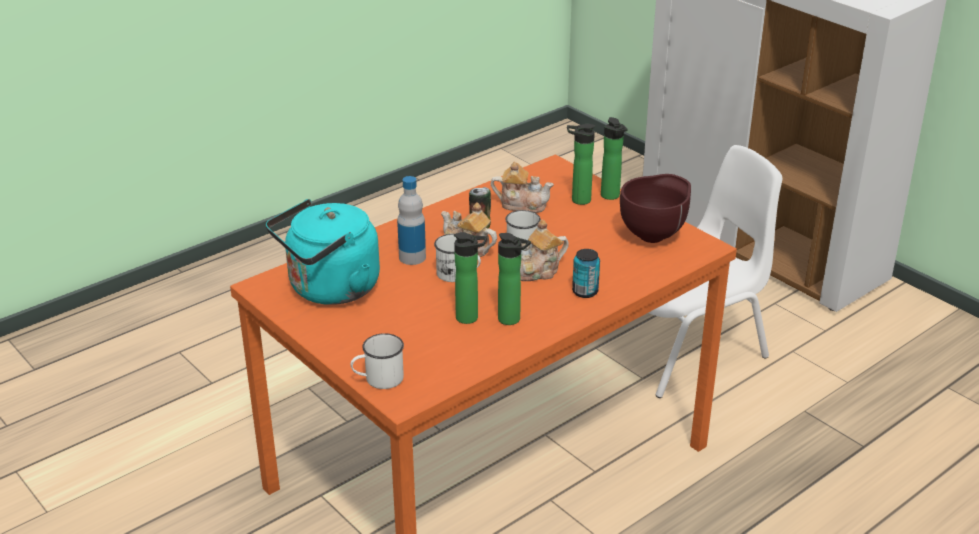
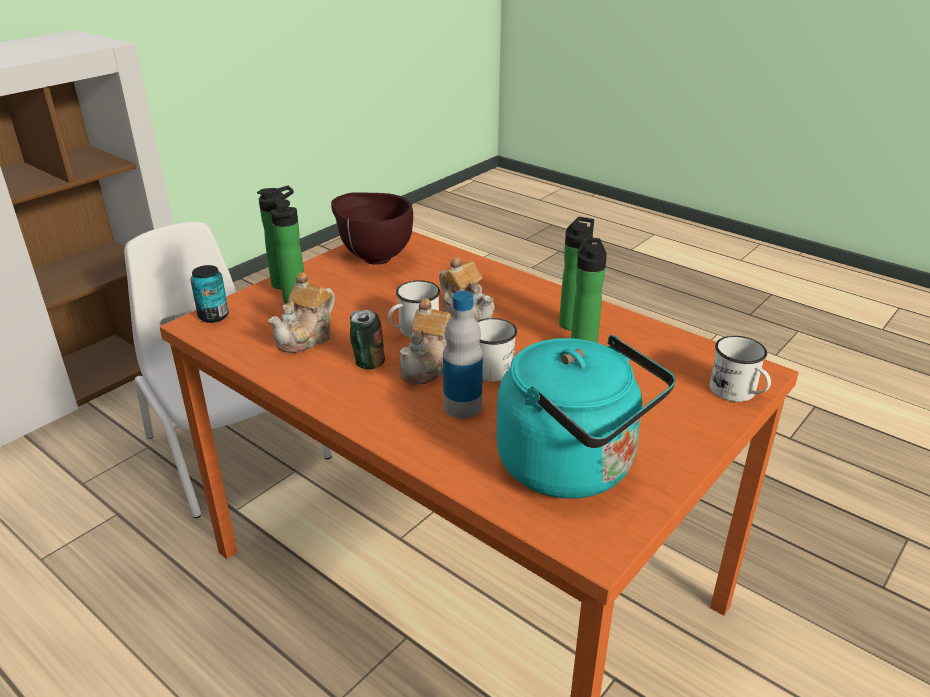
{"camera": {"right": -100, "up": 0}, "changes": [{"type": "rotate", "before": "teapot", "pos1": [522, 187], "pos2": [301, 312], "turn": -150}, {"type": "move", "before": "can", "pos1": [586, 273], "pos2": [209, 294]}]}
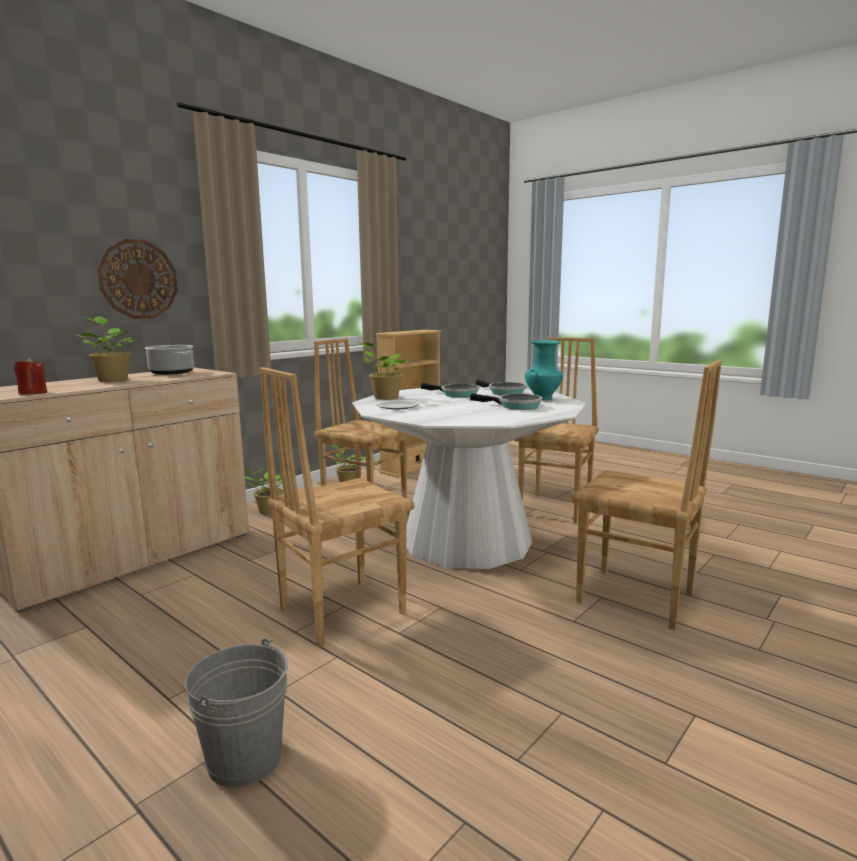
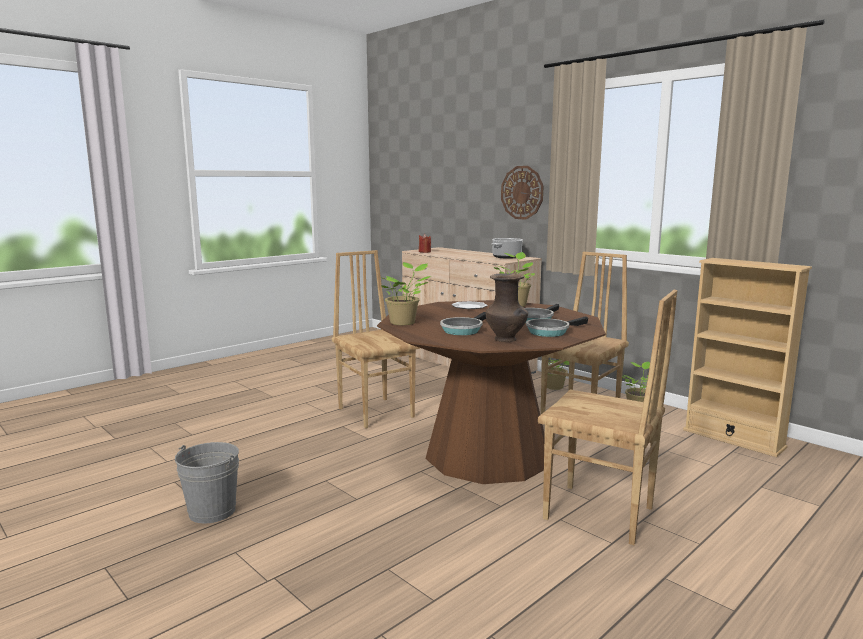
{"camera": {"right": 95, "up": 0}, "changes": [{"type": "move", "before": "potted plant", "pos1": [106, 349], "pos2": [405, 293]}, {"type": "recolor", "before": "turquoise vase", "after": "brown vase", "pos1": [544, 370], "pos2": [507, 307]}, {"type": "delete", "before": "brown chair", "pos1": [646, 495]}, {"type": "recolor", "before": "white dining table", "after": "brown dining table", "pos1": [469, 478], "pos2": [491, 392]}, {"type": "move", "before": "grey bucket", "pos1": [236, 712], "pos2": [207, 482]}]}
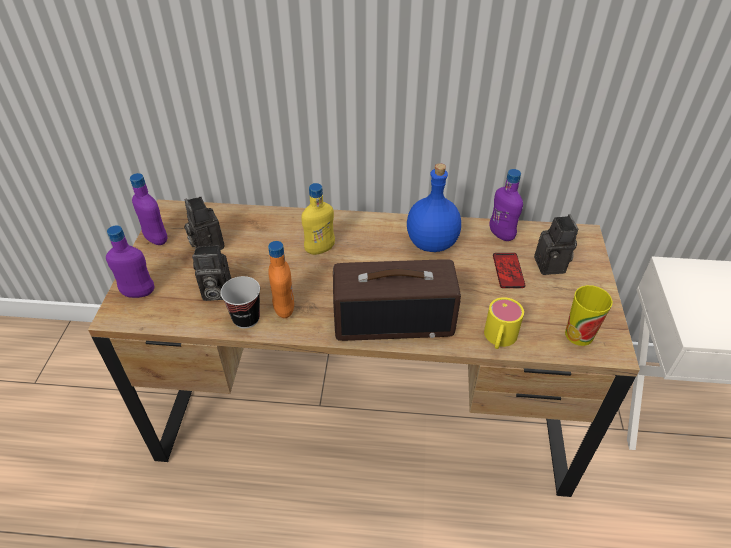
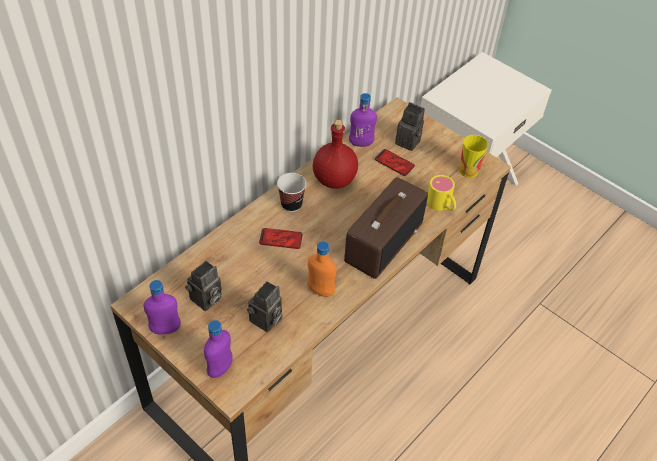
{"camera": {"right": -55, "up": 5}, "changes": [{"type": "recolor", "before": "blue bottle", "after": "red bottle", "pos1": [434, 207], "pos2": [335, 154]}, {"type": "replace", "before": "yellow bottle", "after": "phone", "pos1": [318, 219], "pos2": [281, 238]}, {"type": "rotate", "before": "photo camera", "pos1": [204, 223], "pos2": [203, 286], "turn": -60}, {"type": "move", "before": "cup", "pos1": [240, 302], "pos2": [291, 192]}]}
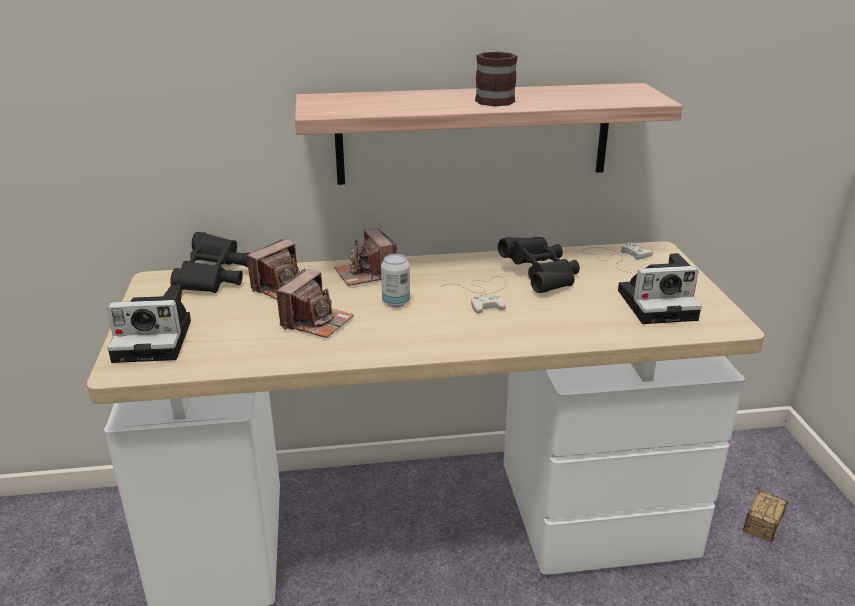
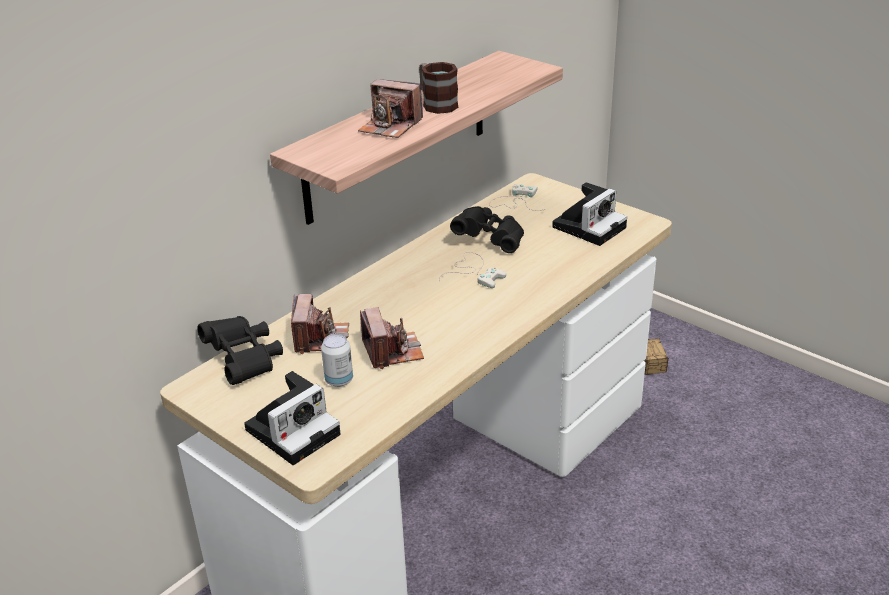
{"camera": {"right": -40, "up": 5}, "changes": [{"type": "move", "before": "photo camera", "pos1": [365, 257], "pos2": [390, 108]}, {"type": "move", "before": "can", "pos1": [395, 280], "pos2": [337, 360]}]}
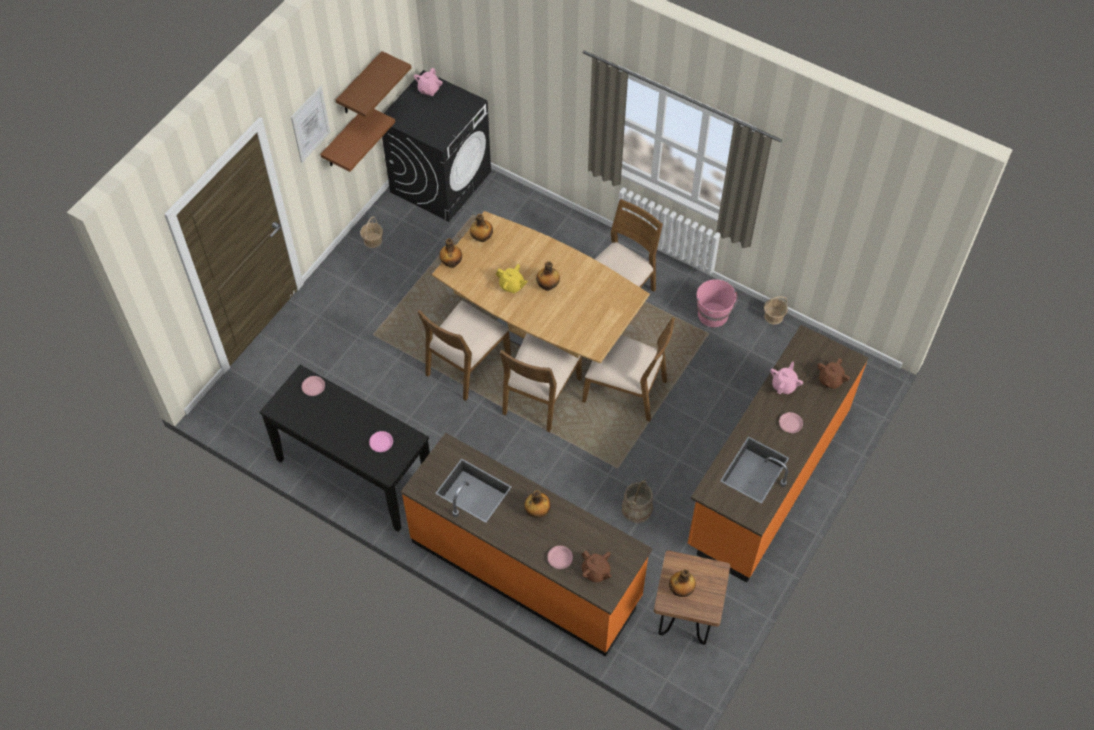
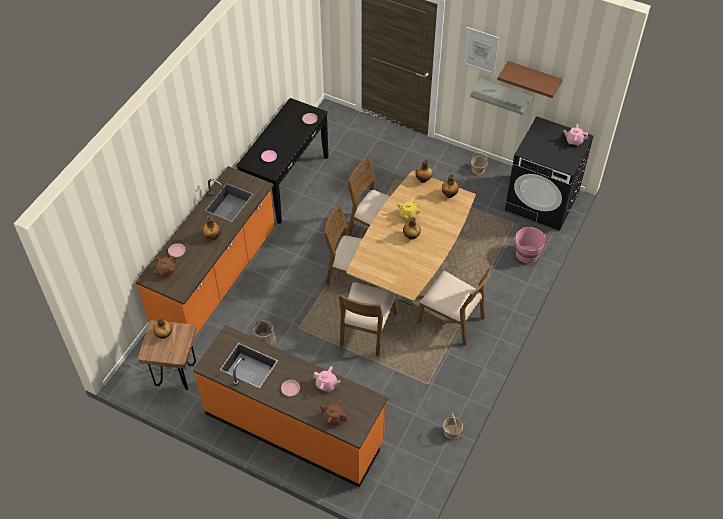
{"camera": {"right": 85, "up": -5}, "changes": [{"type": "recolor", "before": "brown shelf", "after": "grey shelf", "pos1": [357, 140], "pos2": [501, 97]}, {"type": "move", "before": "pink bucket", "pos1": [717, 303], "pos2": [530, 245]}]}
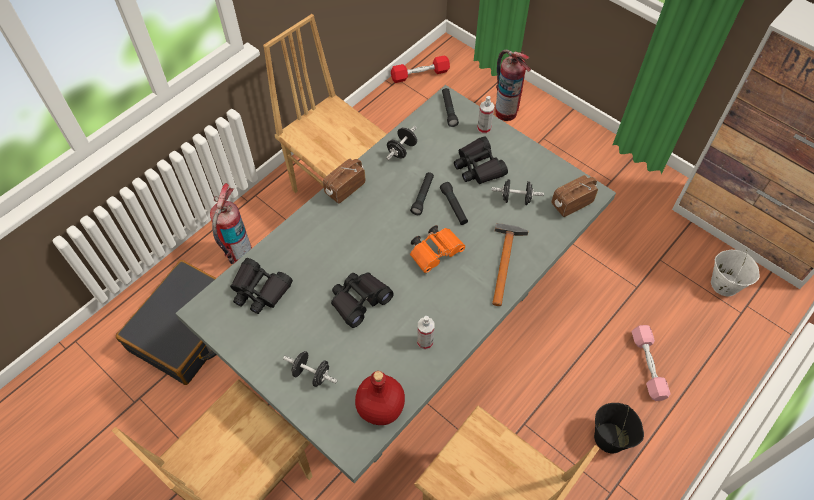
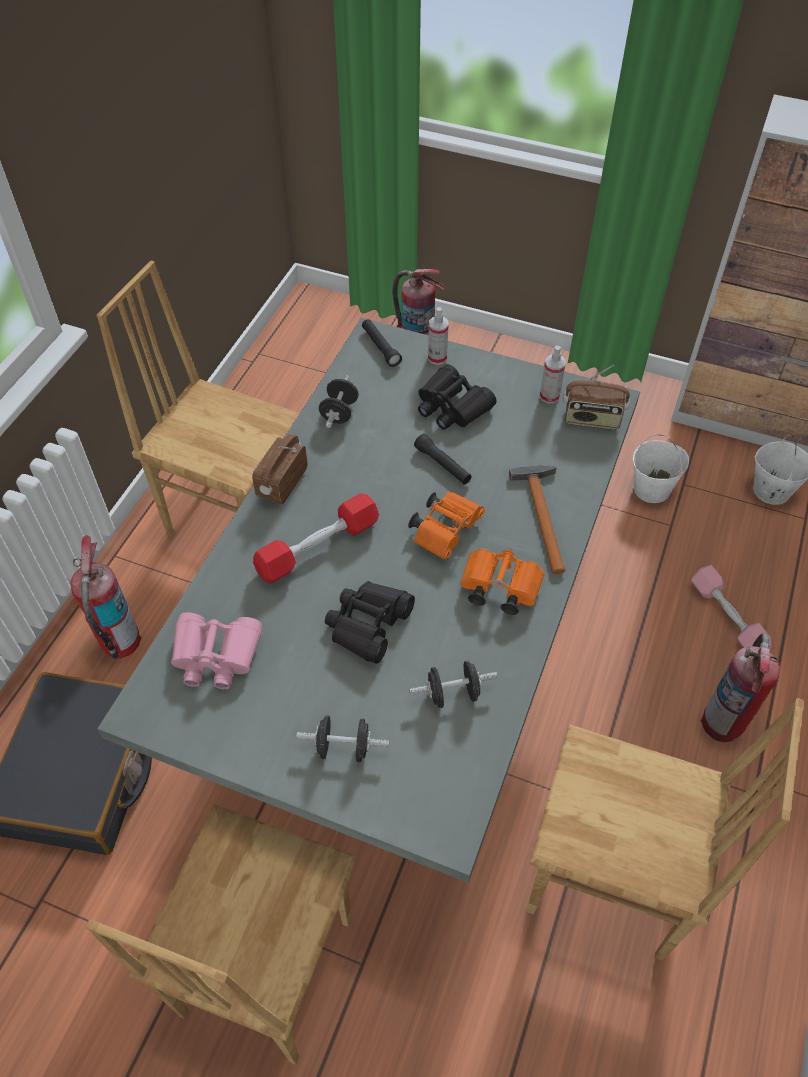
{"camera": {"right": -20, "up": -5}, "changes": [{"type": "move", "before": "red dumbbell", "pos1": [420, 69], "pos2": [316, 538]}, {"type": "delete", "before": "black flashlight", "pos1": [422, 193]}, {"type": "rotate", "before": "radio", "pos1": [574, 196], "pos2": [596, 397], "turn": -120}, {"type": "move", "before": "black dumbbell", "pos1": [517, 192], "pos2": [453, 684]}, {"type": "recolor", "before": "black binoculars", "after": "pink binoculars", "pos1": [261, 286], "pos2": [216, 650]}, {"type": "move", "before": "spray bottle", "pos1": [426, 333], "pos2": [552, 374]}, {"type": "delete", "before": "red bottle", "pos1": [380, 398]}, {"type": "replace", "before": "black bucket", "after": "fire extinguisher", "pos1": [619, 428], "pos2": [740, 687]}, {"type": "insert", "after": "white bucket", "pos2": [661, 469]}, {"type": "insert", "after": "orange binoculars", "pos2": [502, 581]}]}
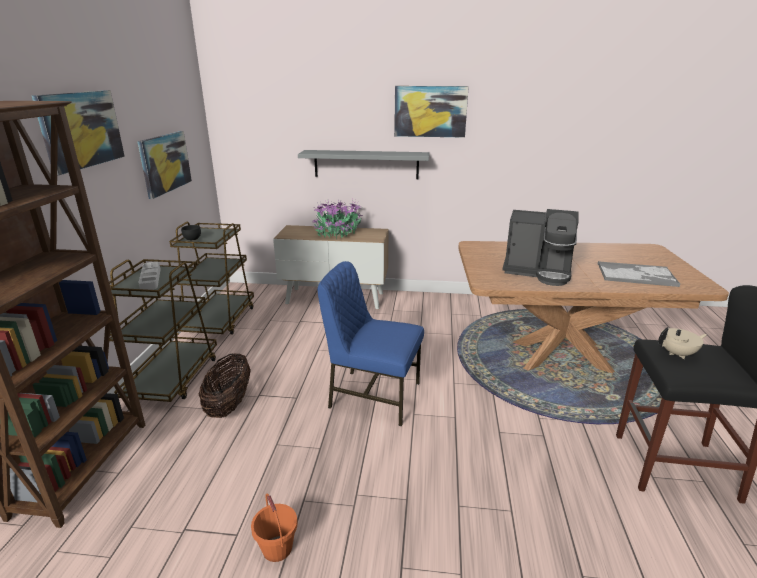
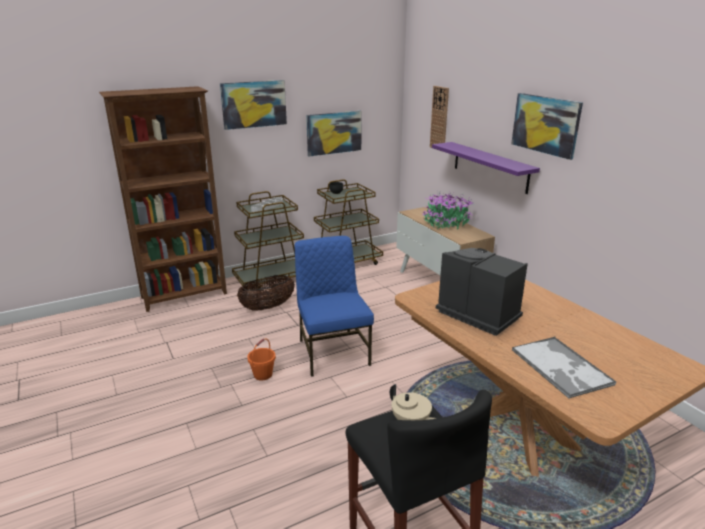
{"camera": {"right": 55, "up": 0}, "changes": [{"type": "recolor", "before": "grey shelf", "after": "purple shelf", "pos1": [364, 164], "pos2": [486, 168]}, {"type": "rotate", "before": "coffee machine", "pos1": [540, 247], "pos2": [482, 292], "turn": 150}, {"type": "move", "before": "orange bucket", "pos1": [274, 527], "pos2": [261, 359]}, {"type": "insert", "after": "wall clock", "pos2": [439, 119]}]}
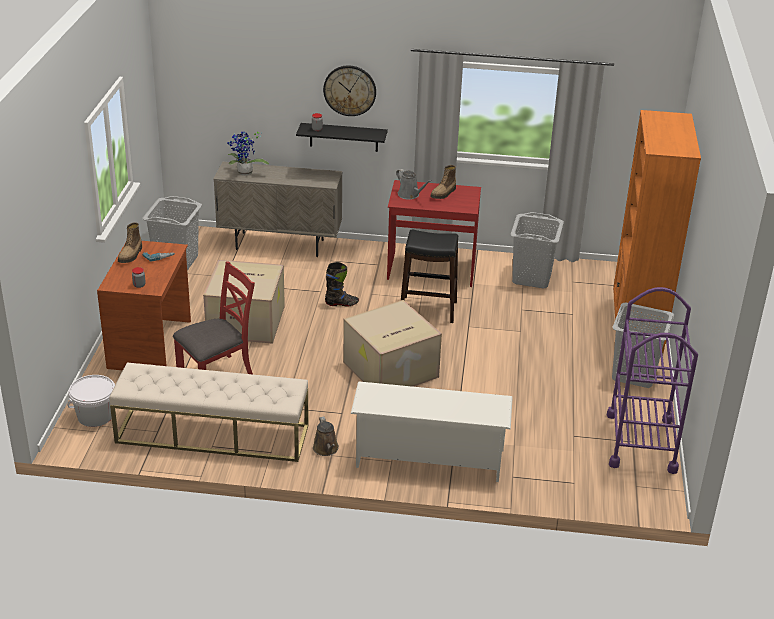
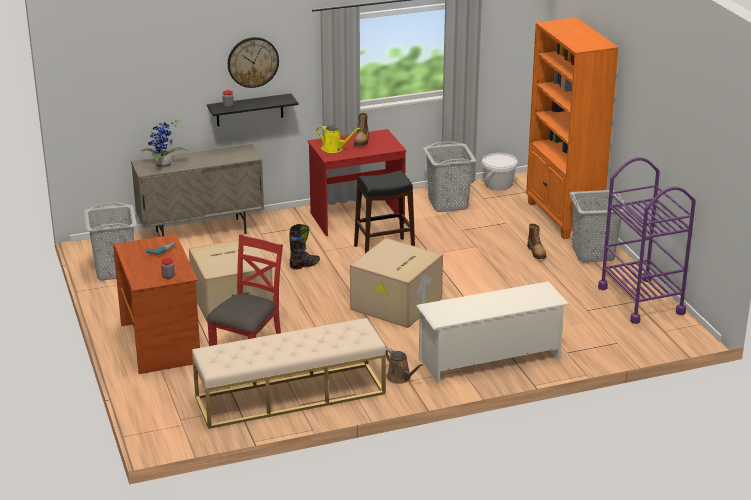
{"camera": {"right": -25, "up": -5}, "changes": [{"type": "recolor", "before": "grey watering can", "after": "yellow watering can", "pos1": [414, 184], "pos2": [338, 139]}, {"type": "move", "before": "boot", "pos1": [130, 242], "pos2": [536, 241]}, {"type": "move", "before": "white bucket", "pos1": [91, 401], "pos2": [500, 172]}]}
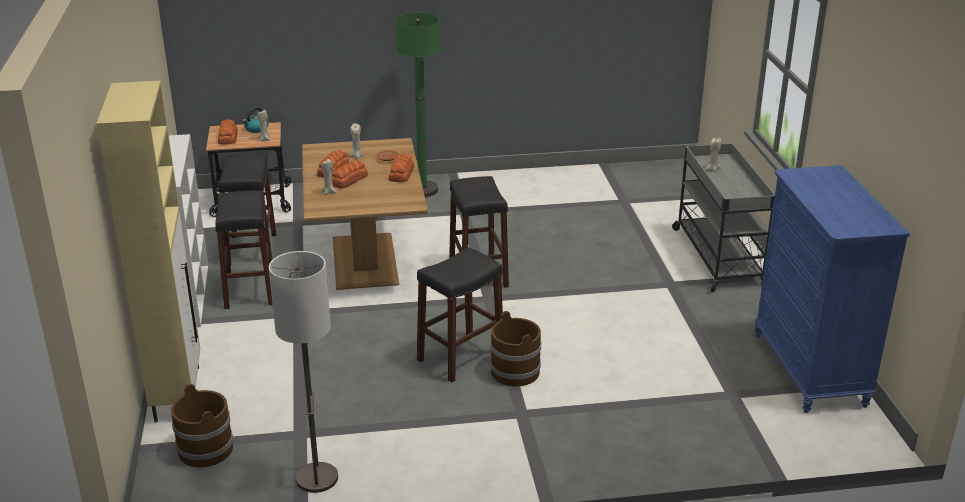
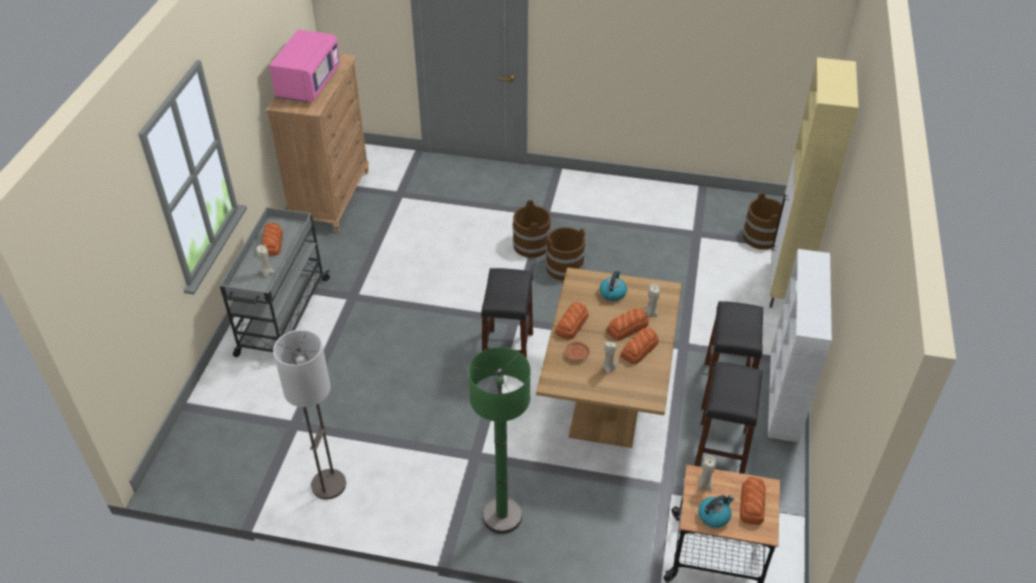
{"camera": {"right": -160, "up": 15}, "changes": [{"type": "recolor", "before": "blue dresser", "after": "brown dresser", "pos1": [832, 289], "pos2": [317, 142]}, {"type": "replace", "before": "black stool", "after": "brown bucket", "pos1": [460, 314], "pos2": [565, 254]}, {"type": "move", "before": "floor lamp", "pos1": [303, 372], "pos2": [309, 414]}, {"type": "insert", "after": "pink microwave", "pos2": [304, 66]}, {"type": "insert", "after": "bread", "pos2": [272, 239]}, {"type": "insert", "after": "kettle", "pos2": [613, 286]}]}
